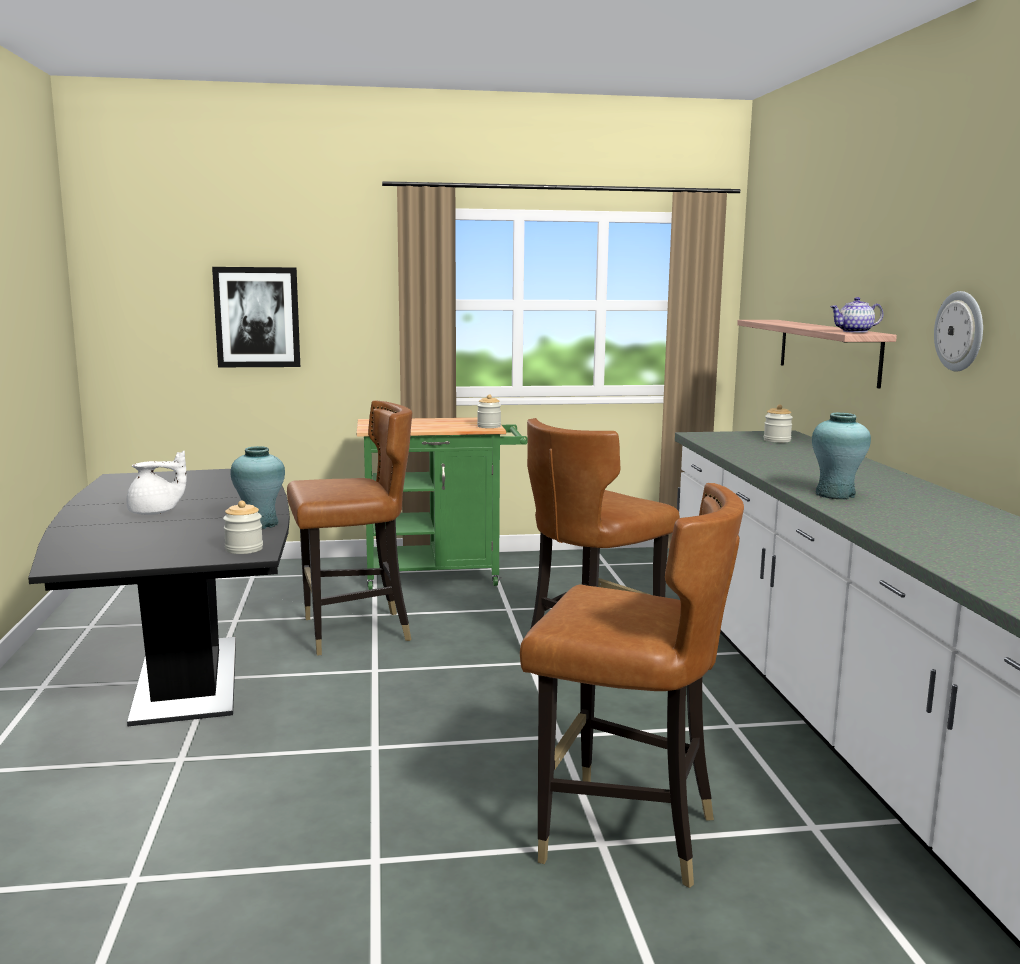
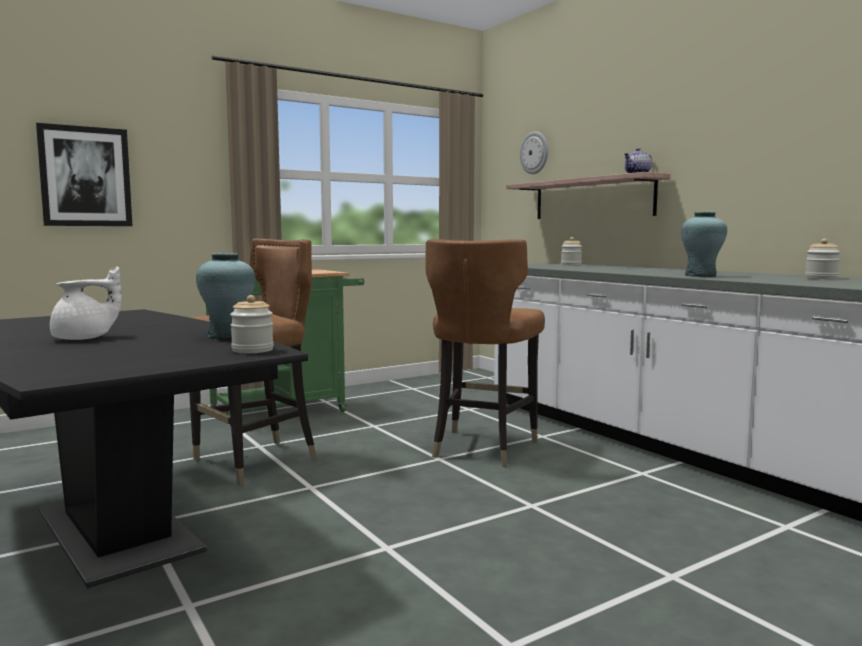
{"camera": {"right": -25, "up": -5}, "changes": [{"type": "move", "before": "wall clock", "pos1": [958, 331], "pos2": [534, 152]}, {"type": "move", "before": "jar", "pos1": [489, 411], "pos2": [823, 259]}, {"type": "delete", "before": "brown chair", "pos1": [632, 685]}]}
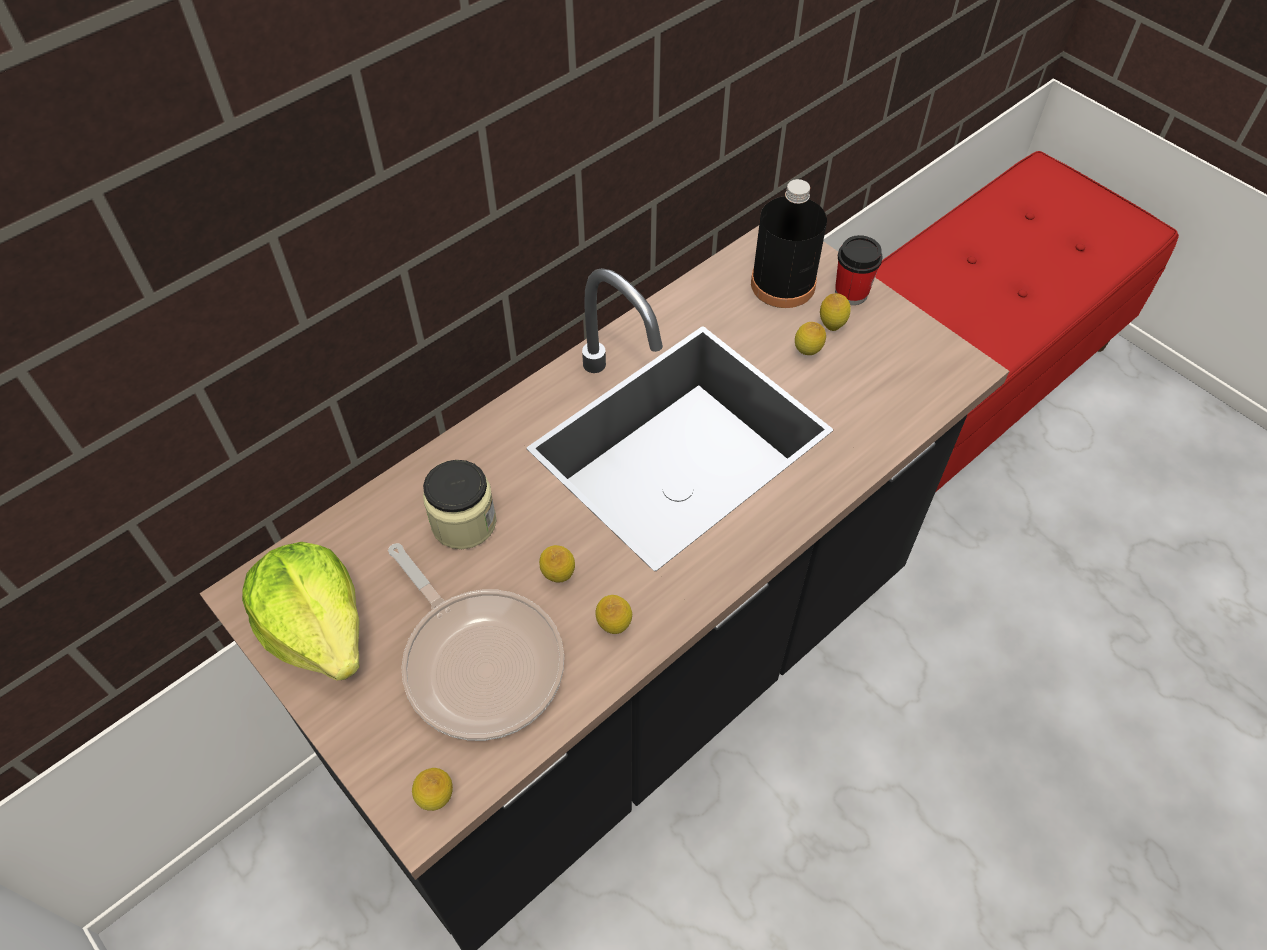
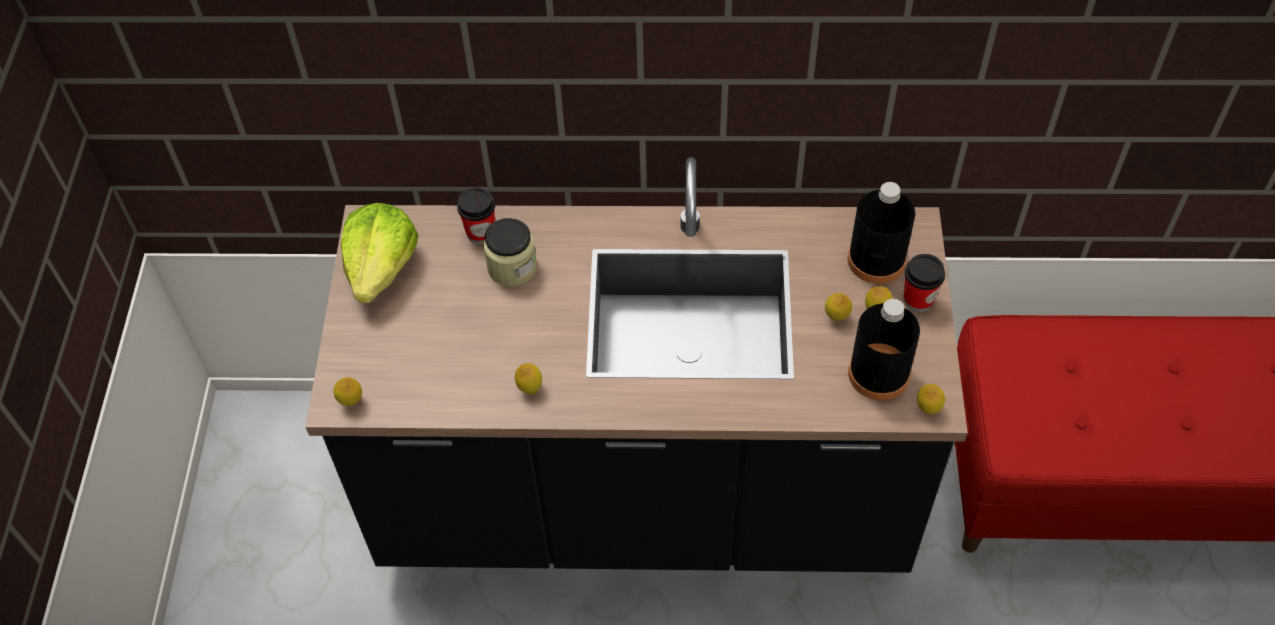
{"camera": {"right": 45, "up": 0}, "changes": [{"type": "delete", "before": "frying pan", "pos1": [476, 642]}, {"type": "move", "before": "lemon", "pos1": [557, 563], "pos2": [931, 399]}, {"type": "insert", "after": "cup", "pos2": [476, 215]}, {"type": "insert", "after": "black bottle", "pos2": [884, 349]}]}
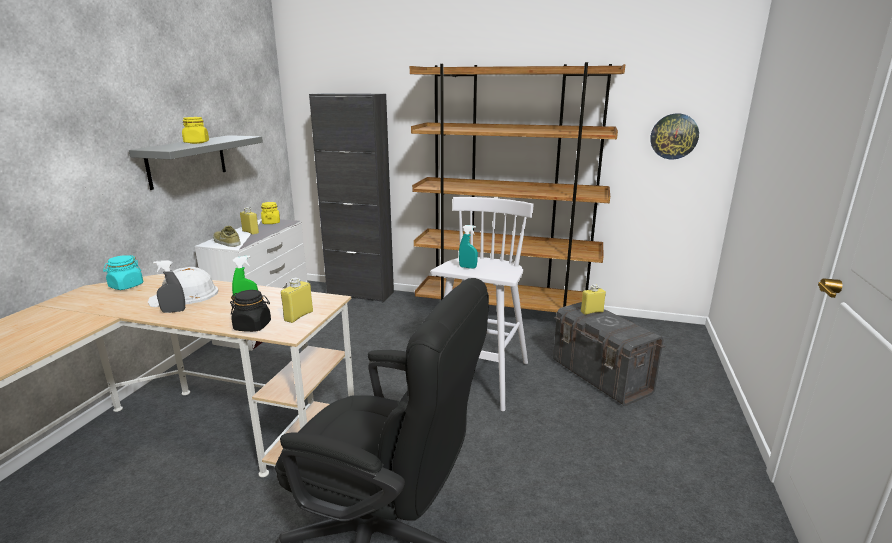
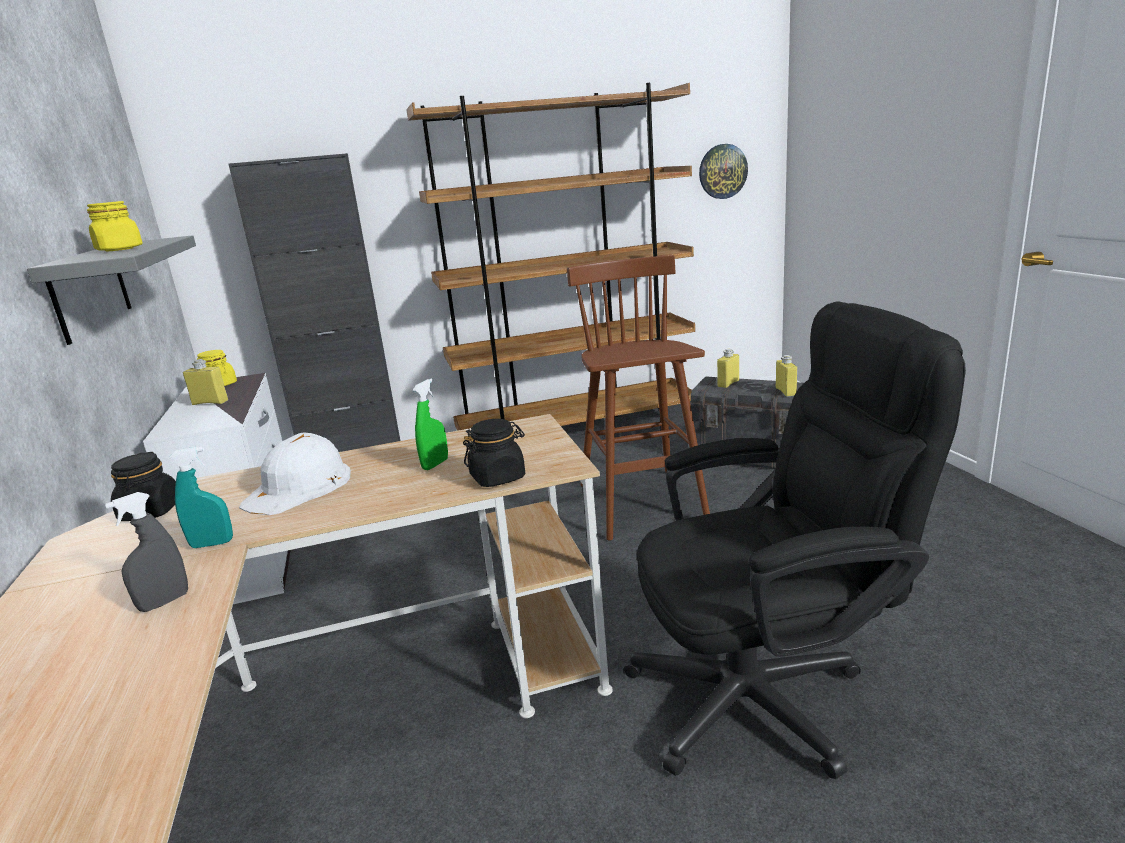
{"camera": {"right": -30, "up": 0}, "changes": [{"type": "recolor", "before": "white stool", "after": "brown stool", "pos1": [482, 304], "pos2": [638, 398]}, {"type": "move", "before": "turquoise spray bottle", "pos1": [468, 247], "pos2": [200, 497]}, {"type": "delete", "before": "beige shoe", "pos1": [227, 236]}, {"type": "recolor", "before": "turquoise jar", "after": "black jar", "pos1": [123, 272], "pos2": [143, 486]}, {"type": "move", "before": "grey spray bottle", "pos1": [169, 286], "pos2": [146, 552]}, {"type": "move", "before": "yellow bottle", "pos1": [297, 300], "pos2": [786, 375]}]}
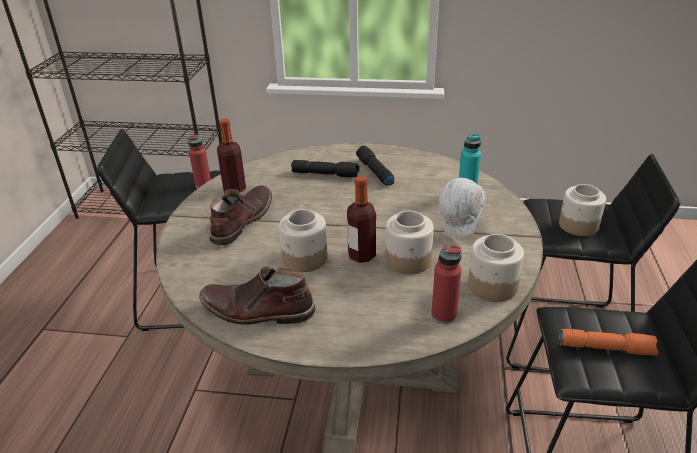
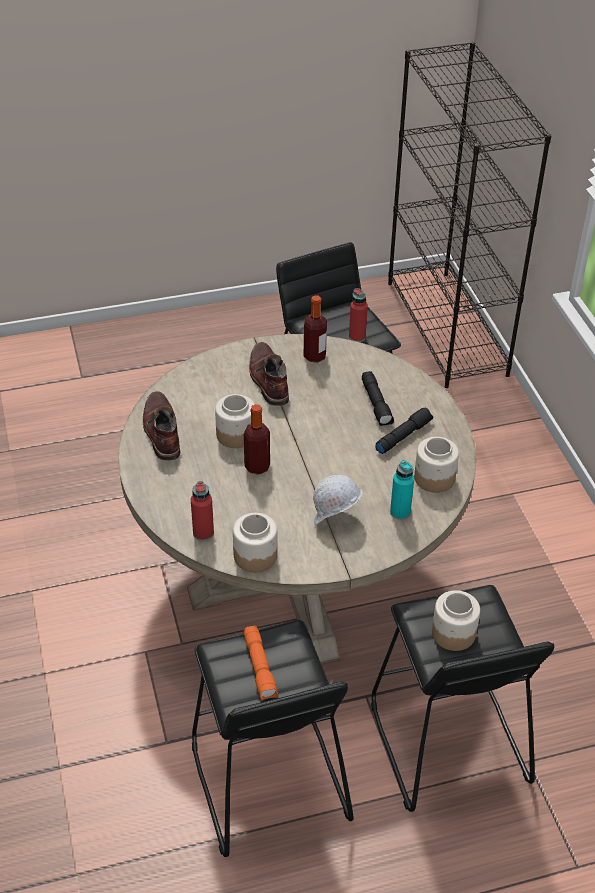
{"camera": {"right": 65, "up": 10}, "changes": [{"type": "rotate", "before": "brown boot", "pos1": [240, 215], "pos2": [269, 374], "turn": -105}, {"type": "move", "before": "jar", "pos1": [409, 242], "pos2": [436, 465]}]}
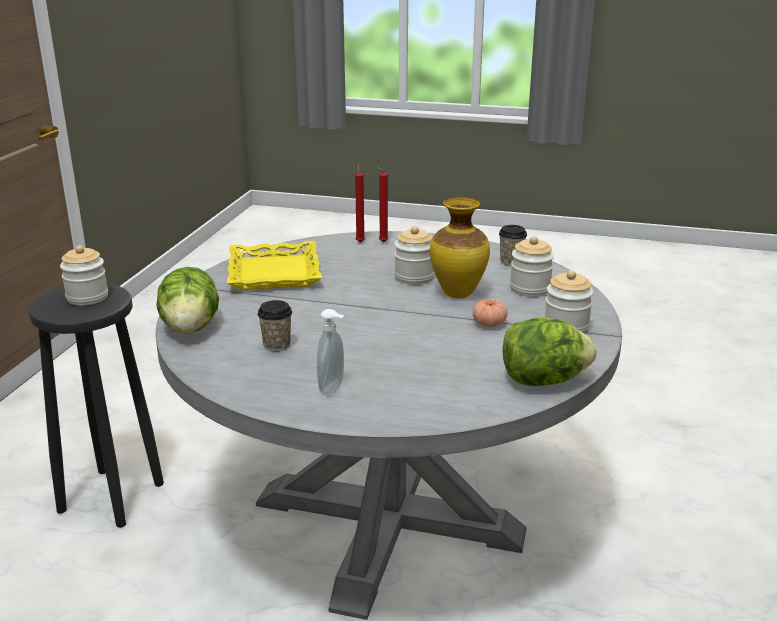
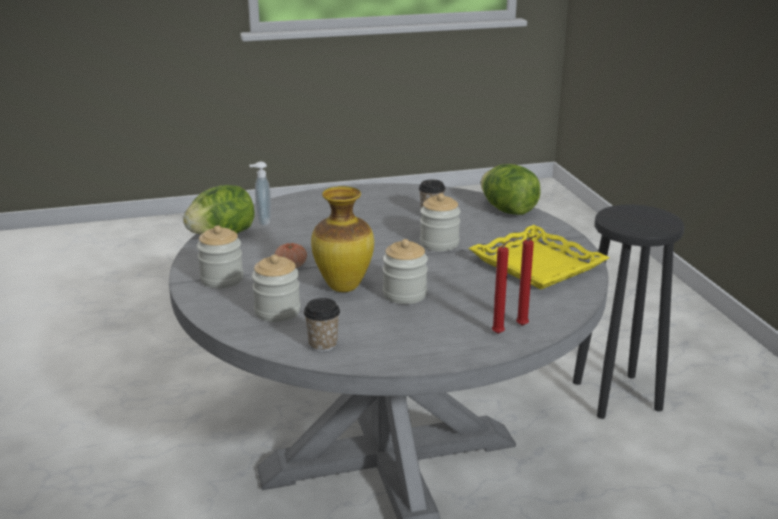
{"camera": {"right": 150, "up": 0}, "changes": [{"type": "move", "before": "jar", "pos1": [84, 275], "pos2": [440, 222]}, {"type": "move", "before": "soap dispenser", "pos1": [330, 352], "pos2": [260, 194]}]}
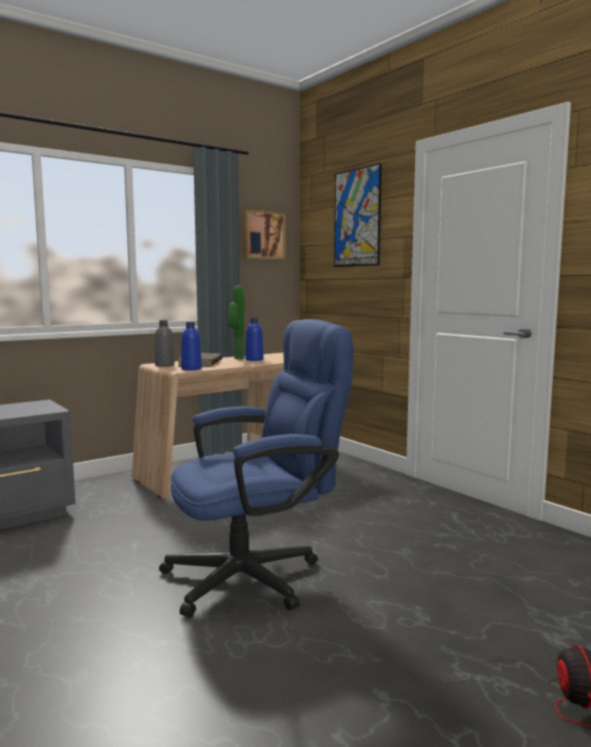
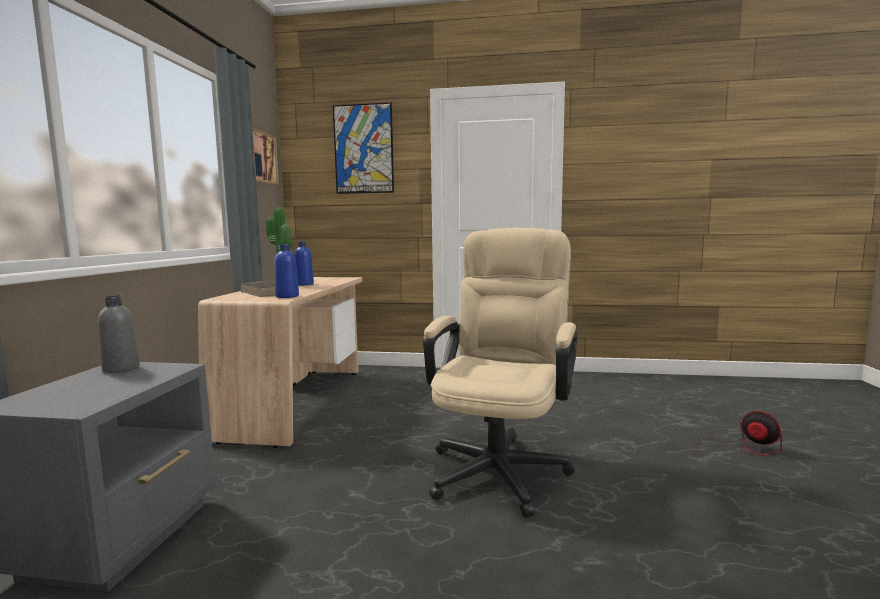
{"camera": {"right": -45, "up": 0}, "changes": [{"type": "recolor", "before": "blue office chair", "after": "beige office chair", "pos1": [256, 468], "pos2": [500, 373]}, {"type": "move", "before": "grey bottle", "pos1": [165, 343], "pos2": [119, 334]}]}
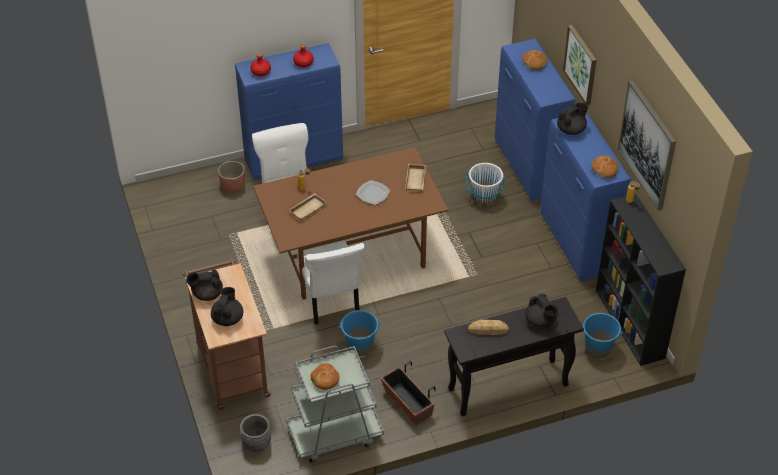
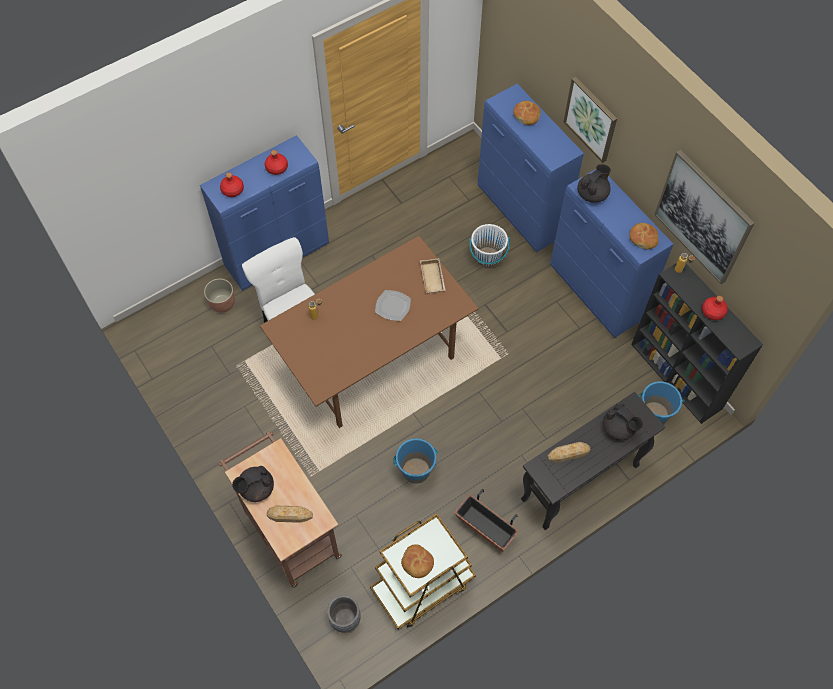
{"camera": {"right": -15, "up": 15}, "changes": [{"type": "delete", "before": "beige tray", "pos1": [307, 207]}, {"type": "delete", "before": "white chair", "pos1": [331, 283]}, {"type": "replace", "before": "black teapot", "after": "bread", "pos1": [227, 306], "pos2": [290, 514]}, {"type": "recolor", "before": "grey cart", "after": "brown cart", "pos1": [335, 404], "pos2": [423, 571]}, {"type": "insert", "after": "red bottle", "pos2": [715, 307]}]}
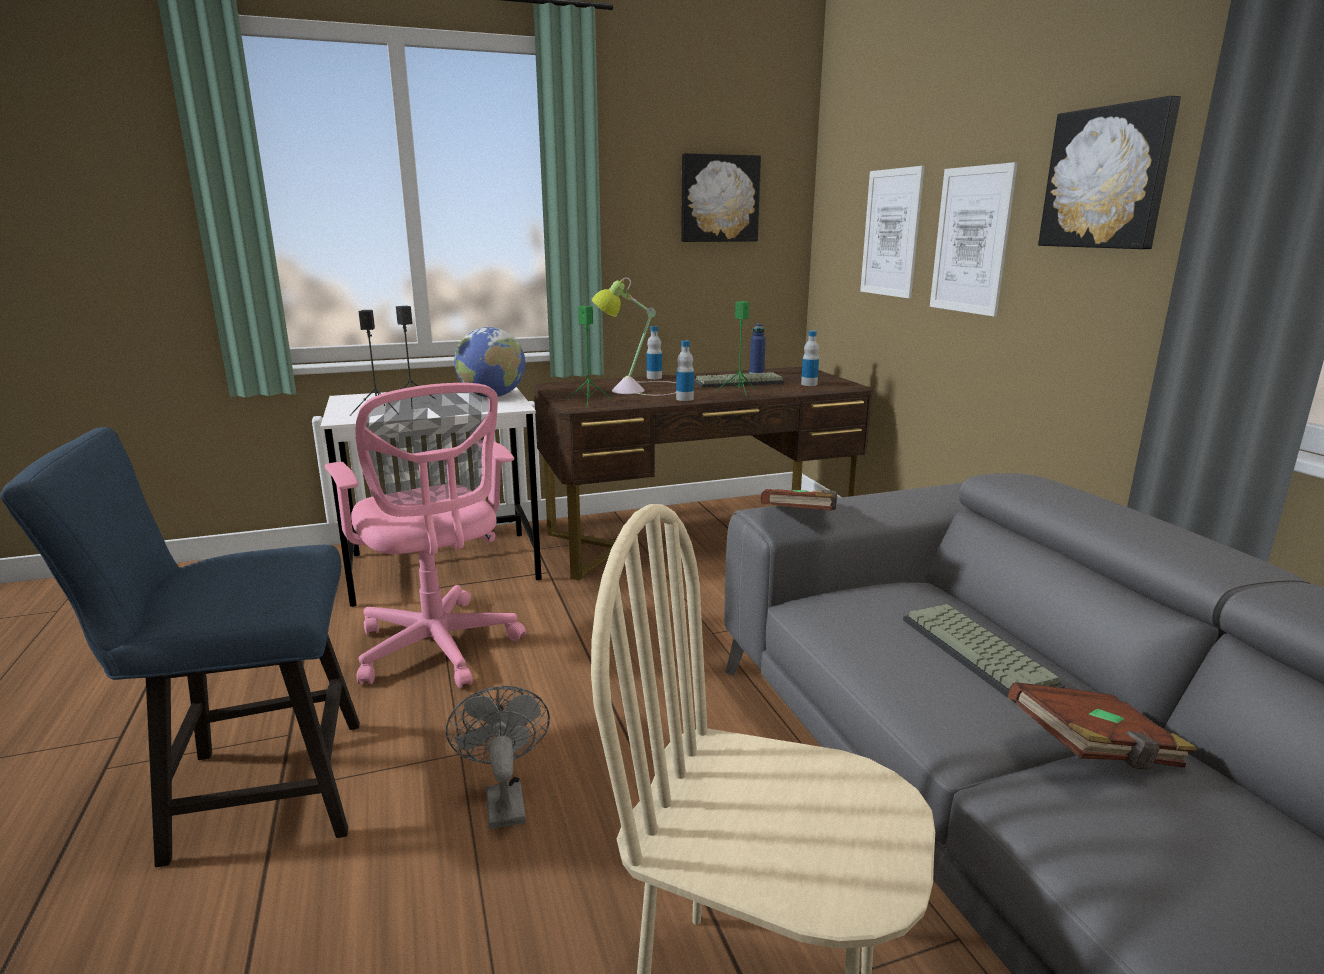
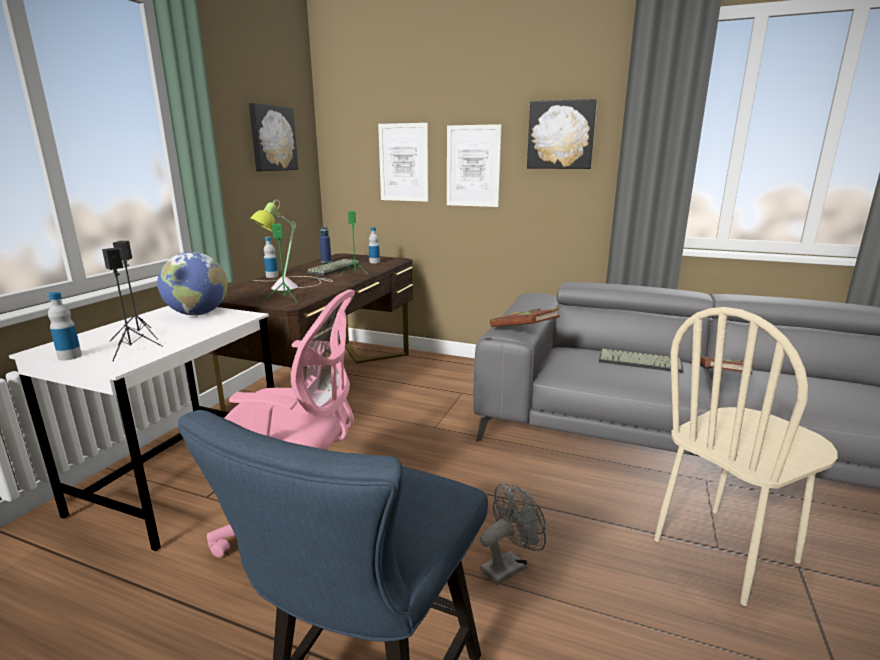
{"camera": {"right": -50, "up": 0}, "changes": [{"type": "move", "before": "bottle", "pos1": [685, 370], "pos2": [65, 326]}, {"type": "rotate", "before": "grey fan", "pos1": [498, 757], "pos2": [513, 534], "turn": 120}]}
